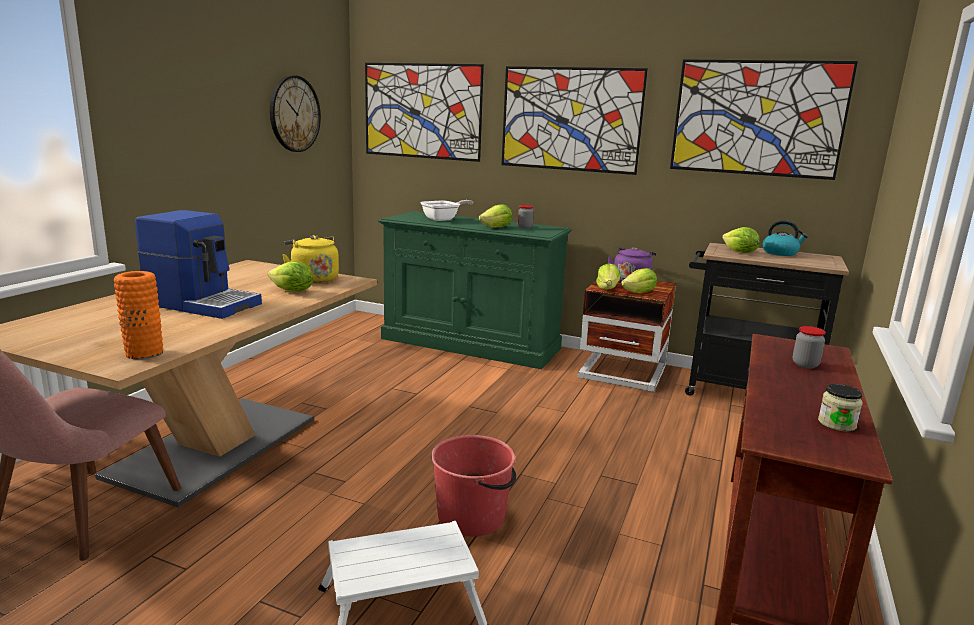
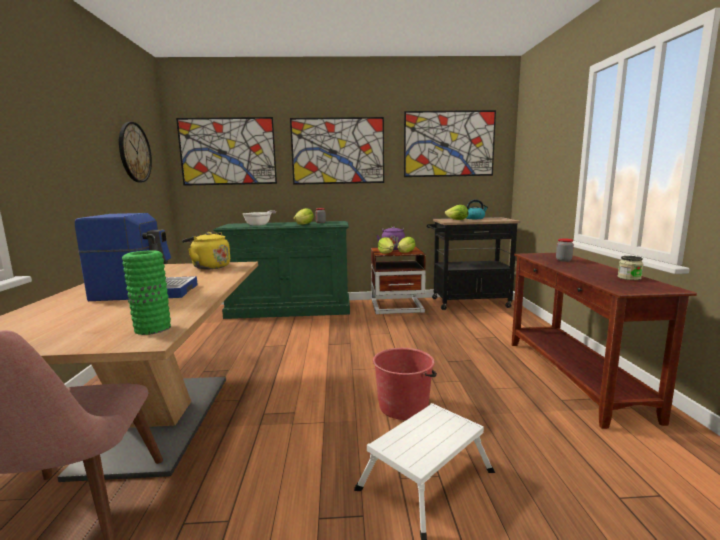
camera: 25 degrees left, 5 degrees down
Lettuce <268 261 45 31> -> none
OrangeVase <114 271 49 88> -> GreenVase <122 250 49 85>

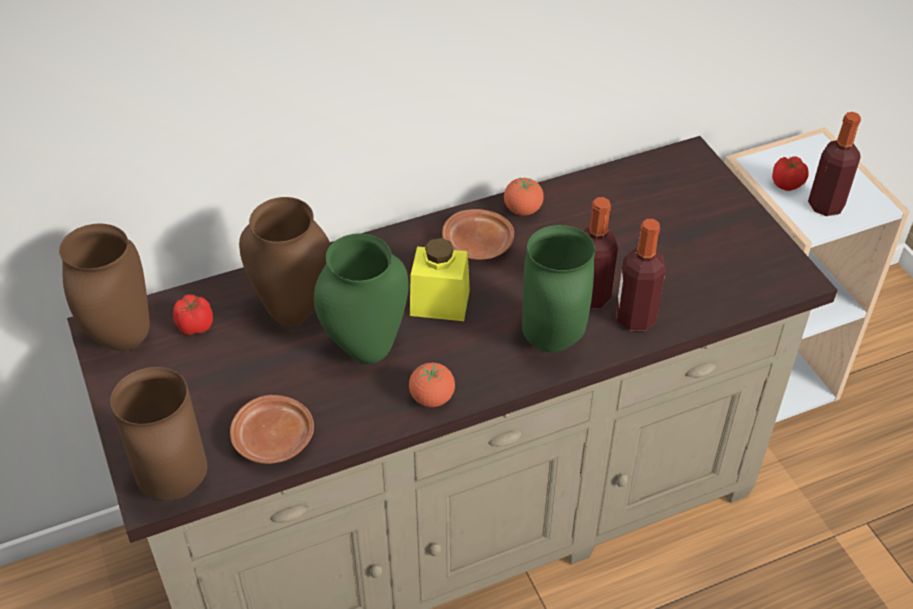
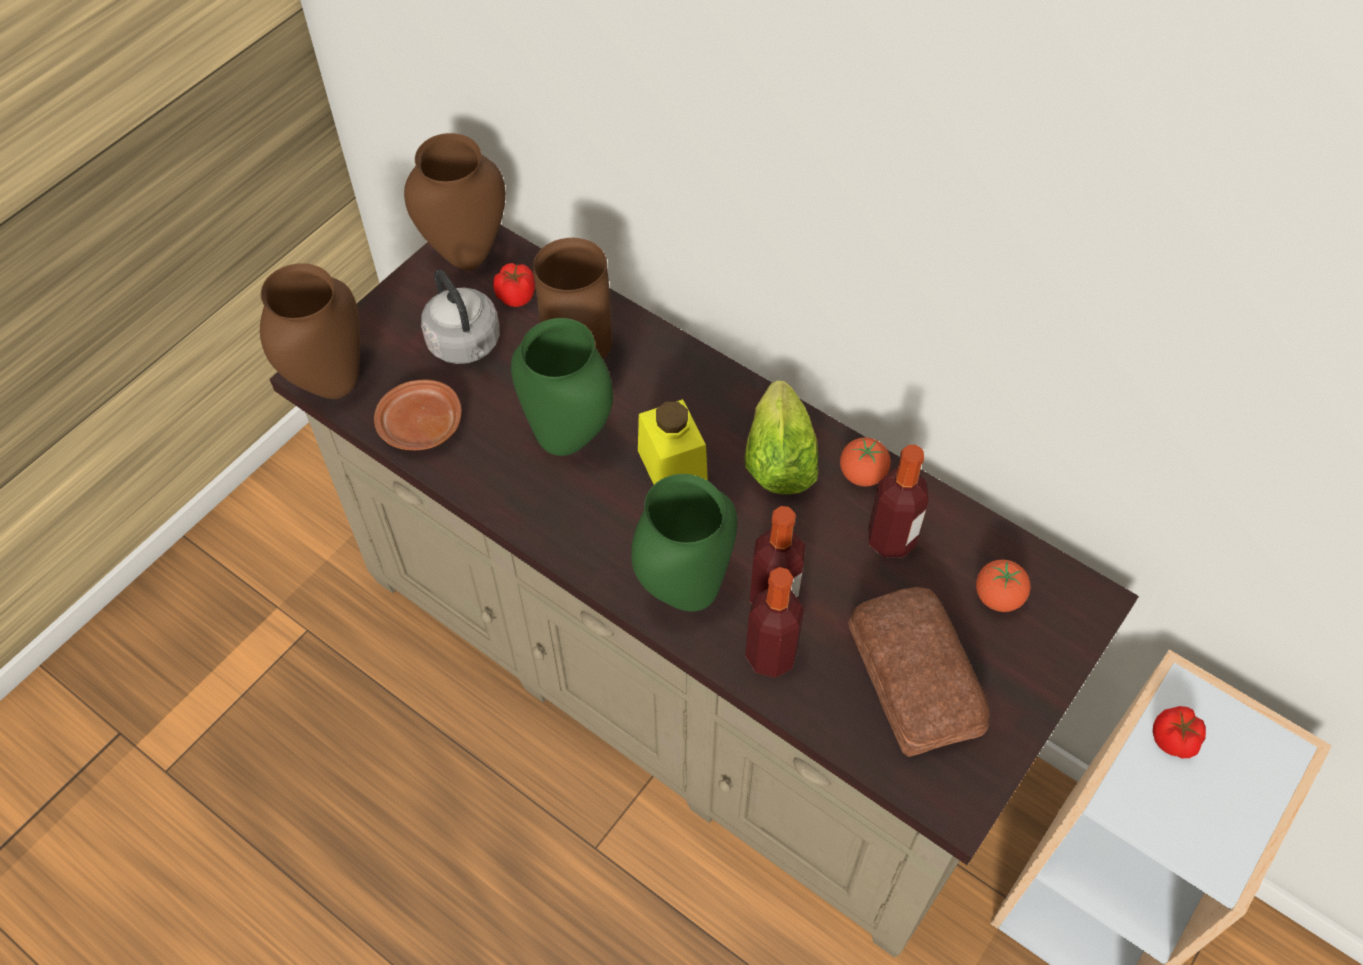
camera: 60 degrees right, 10 degrees up
none -> GreyKettle <421 269 79 95>
none -> Bread <848 587 141 170>
Tomato <409 363 46 44> -> Tomato <976 560 55 52>, moved
Bottle <808 112 53 104> -> Bottle <868 445 60 113>, moved
BrownPlate <442 209 72 51> -> Lettuce <745 380 73 114>

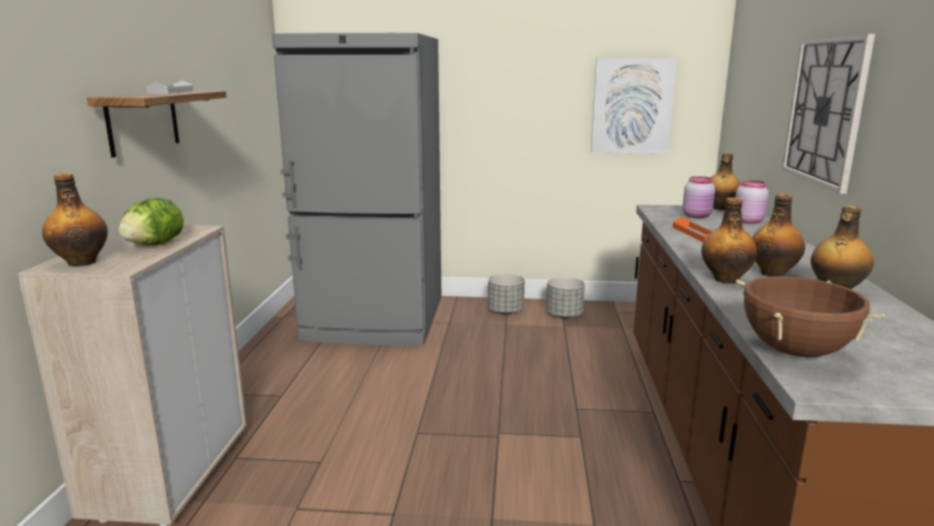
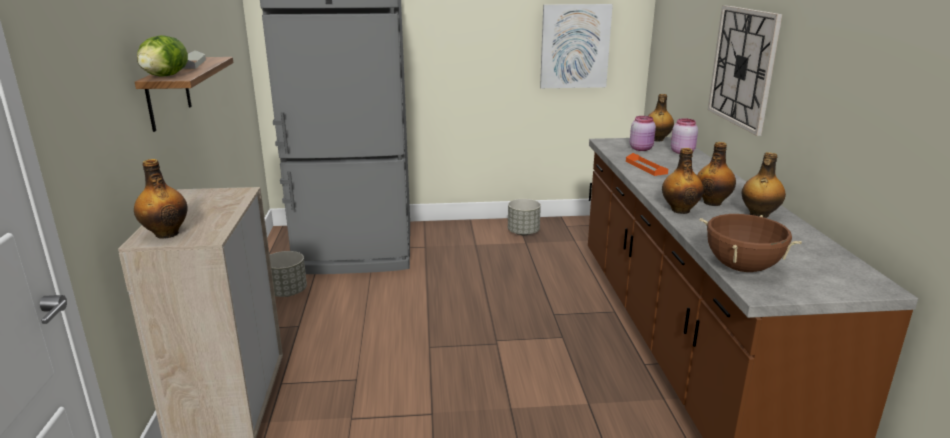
camera: 10 degrees left, 5 degrees up
Lettuce <119 198 64 48> -> Lettuce <137 35 51 41>, moved
GreyPlanter <488 273 37 41> -> GreyPlanter <270 251 37 46>, moved

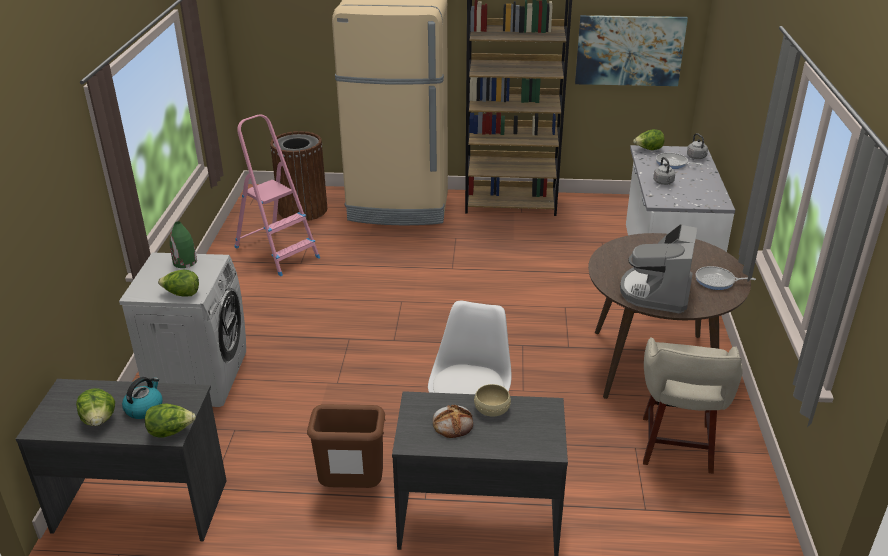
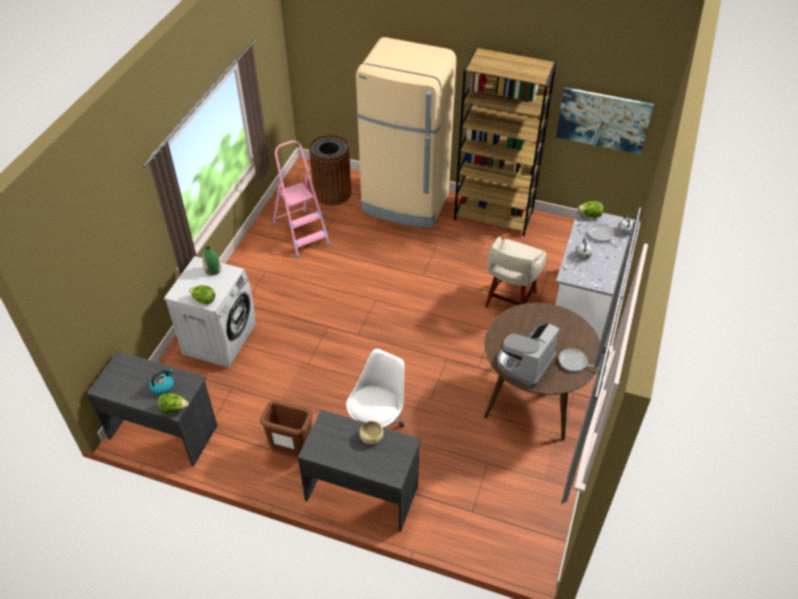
camera: 15 degrees right, 15 degrees up
Lettuce <76 388 39 38> -> none
Bread <433 405 40 33> -> none
BeigeStool <643 337 99 137> -> BeigeStool <485 236 61 72>, moved

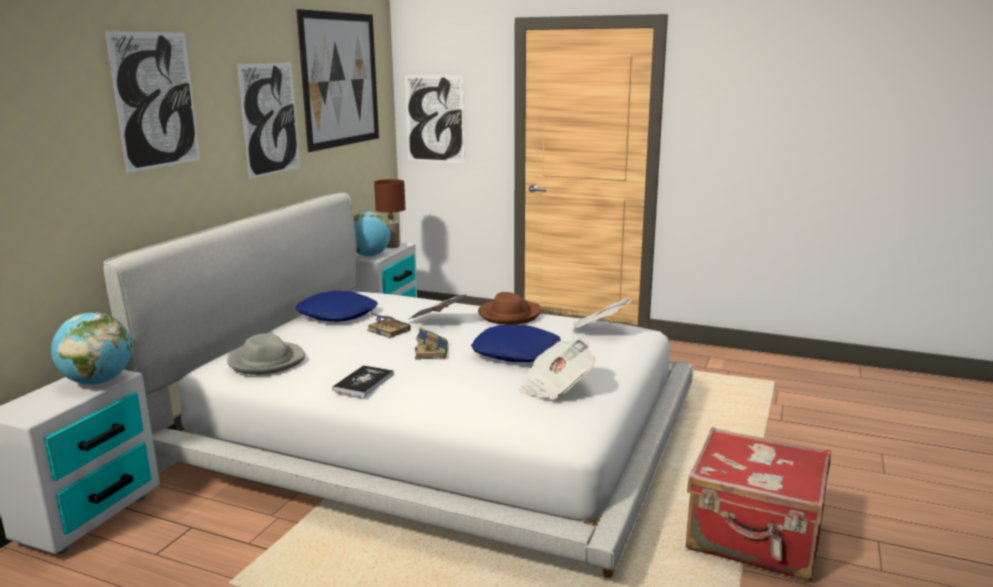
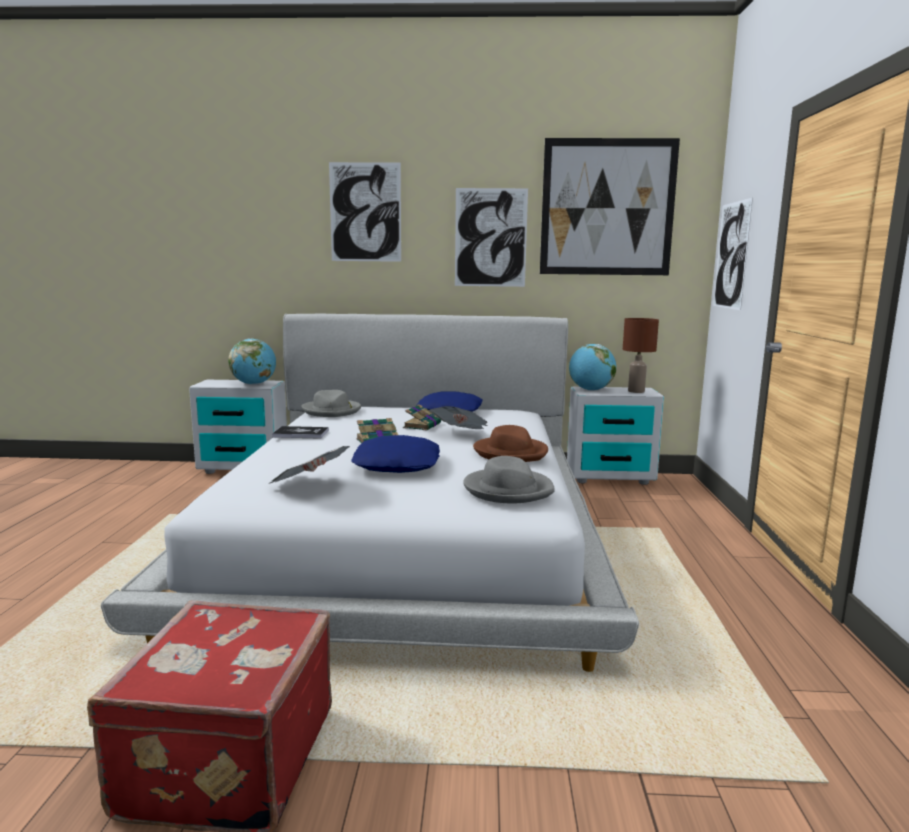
camera: 70 degrees right, 5 degrees down
Newspaper <573 298 59 32> -> GreyHat <463 456 92 47>

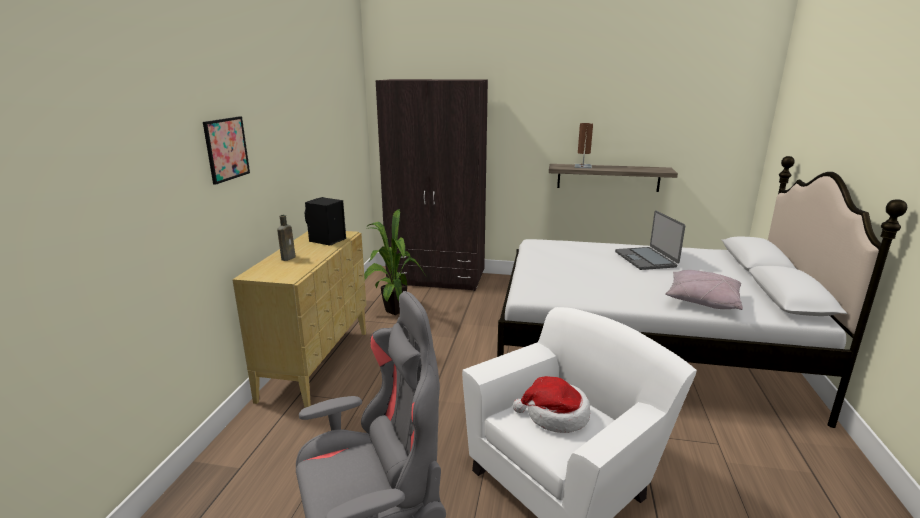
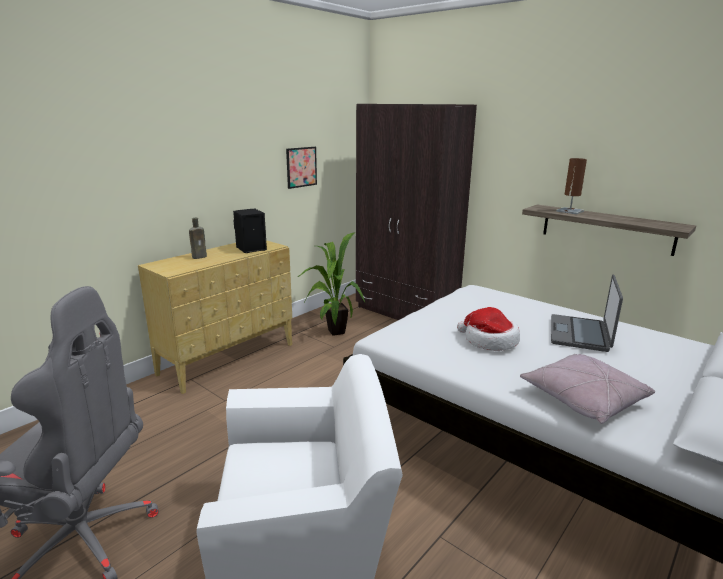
camera: 30 degrees right, 0 degrees up
Picture <203 116 47 69> -> Picture <286 147 31 42>, moved
Hat <513 376 77 57> -> Hat <457 307 63 44>, moved

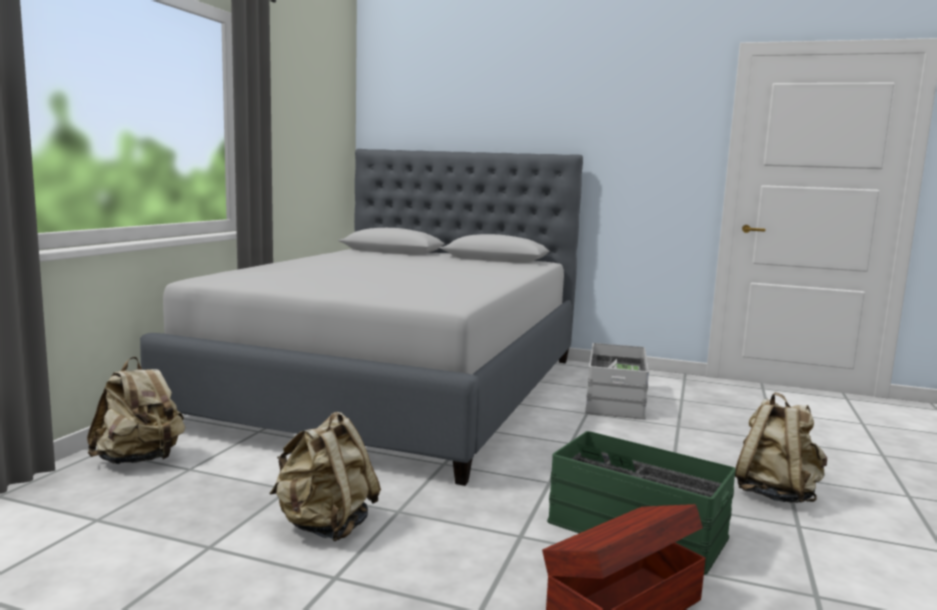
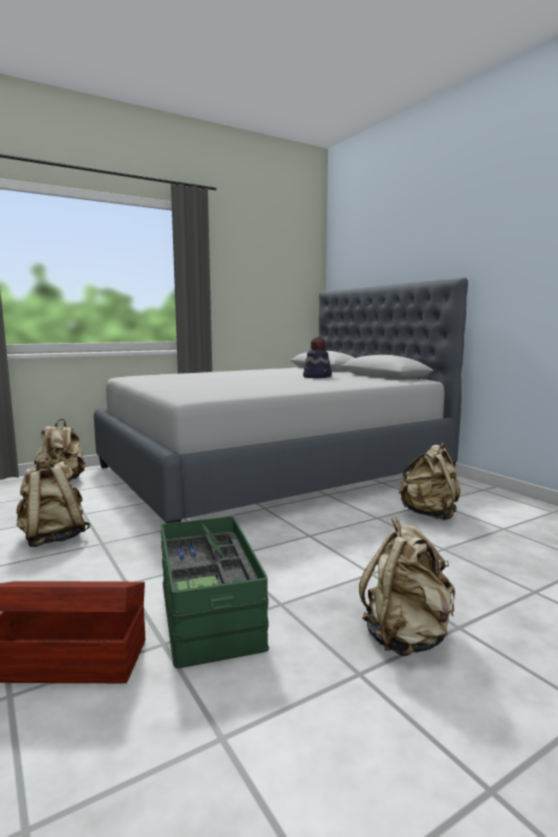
camera: 40 degrees right, 0 degrees up
none -> Hat <303 337 29 41>
GreyStorageBox <585 343 64 77> -> BeigeBackpack <399 443 62 78>

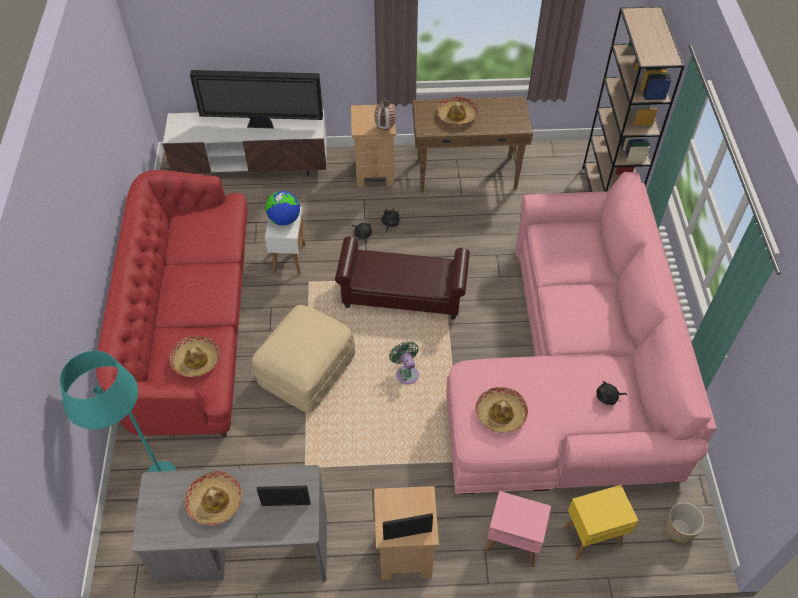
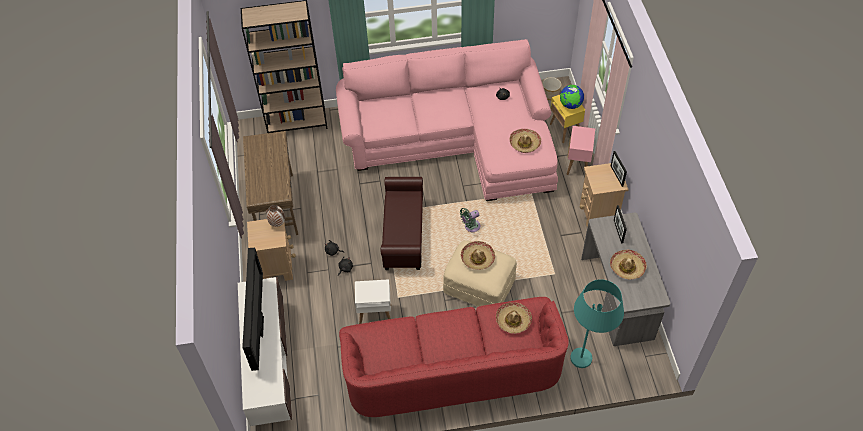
camera: 95 degrees left, 0 degrees up
Globe <265 191 35 35> -> Globe <560 85 24 24>, moved
Hat <437 97 41 28> -> Hat <461 241 34 29>, moved

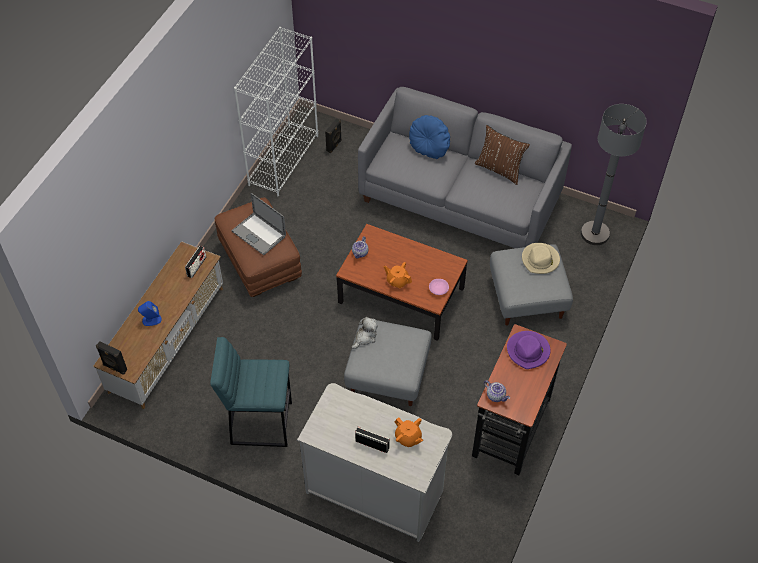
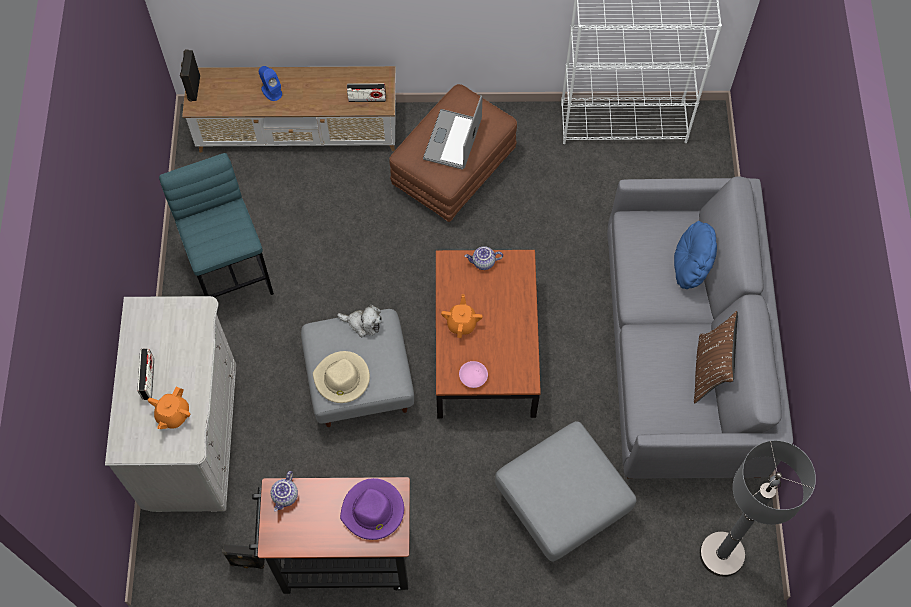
camera: 65 degrees right, 10 degrees up
BlackSpeaker <325 118 17 35> -> BlackSpeaker <222 544 43 25>, moved
BeigeHat <522 243 38 31> -> BeigeHat <313 351 57 52>, moved

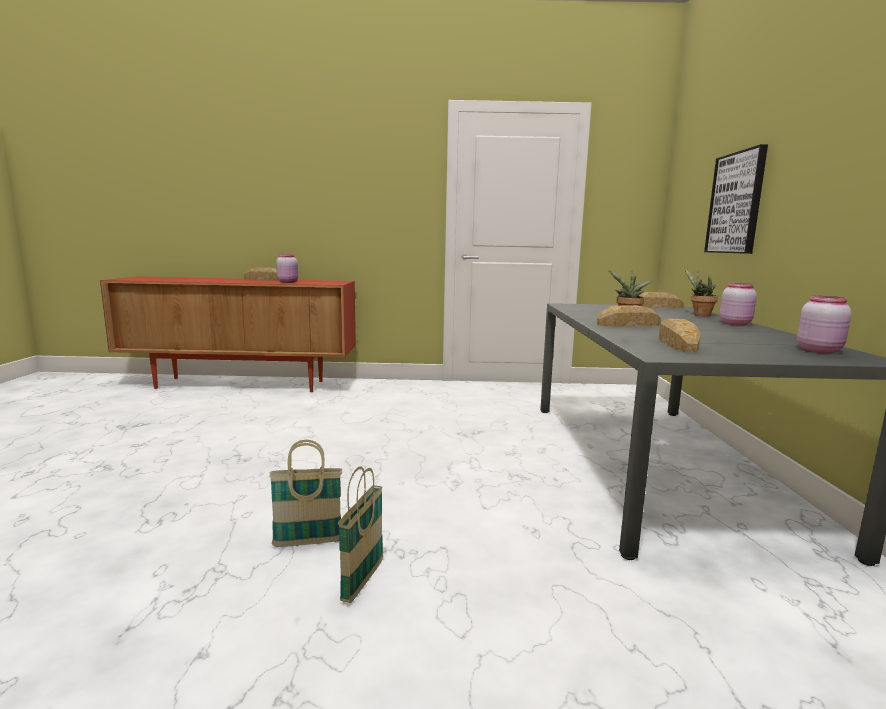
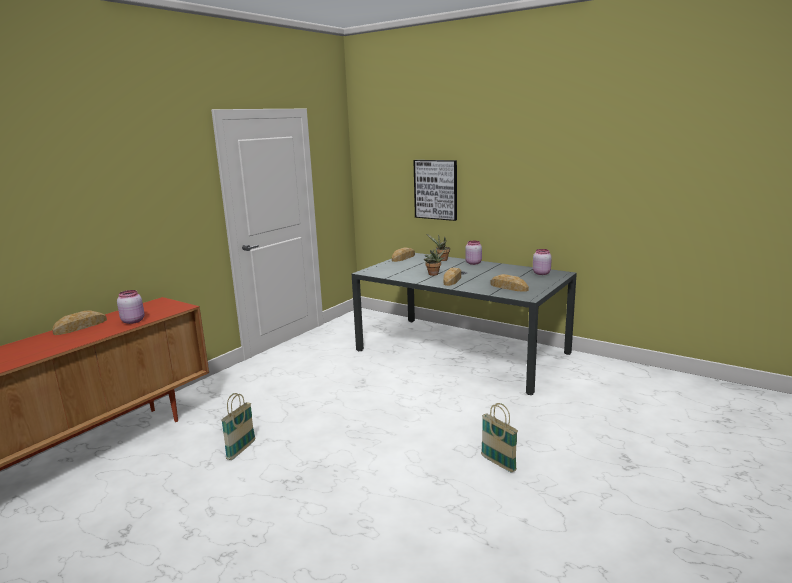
camera: 55 degrees left, 5 degrees up
Basket <269 440 73 107> -> Basket <221 393 34 67>, moved

